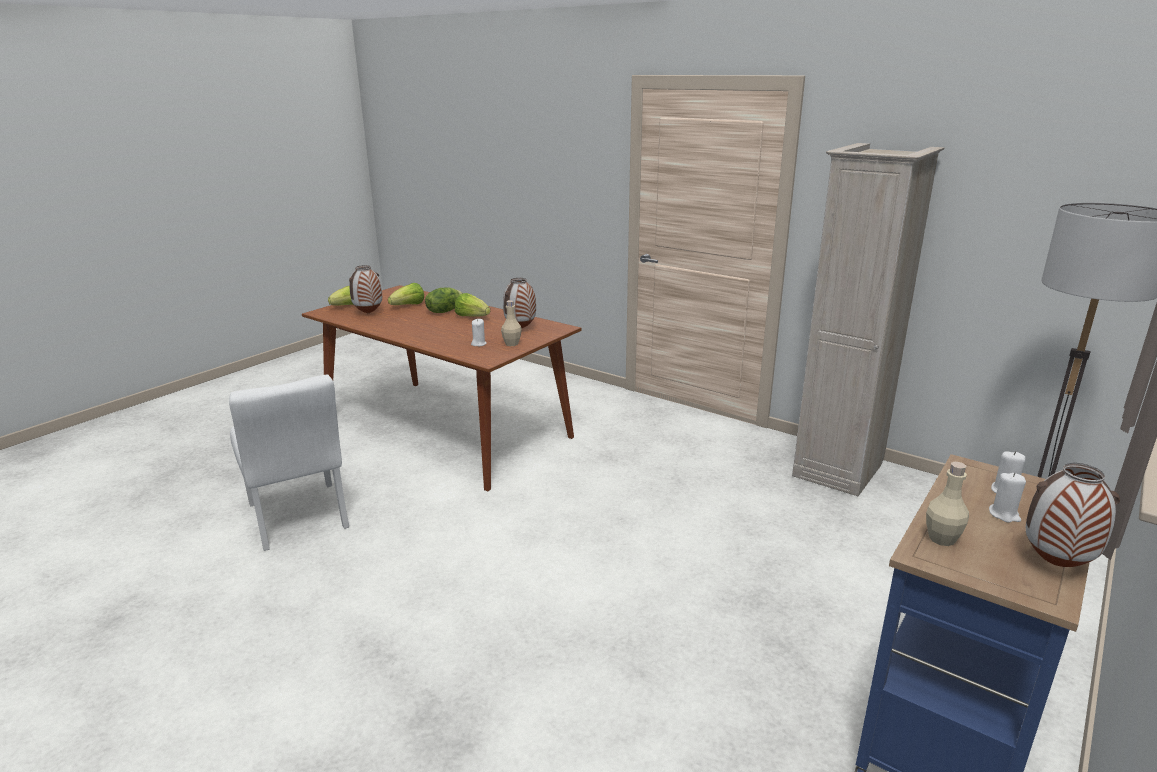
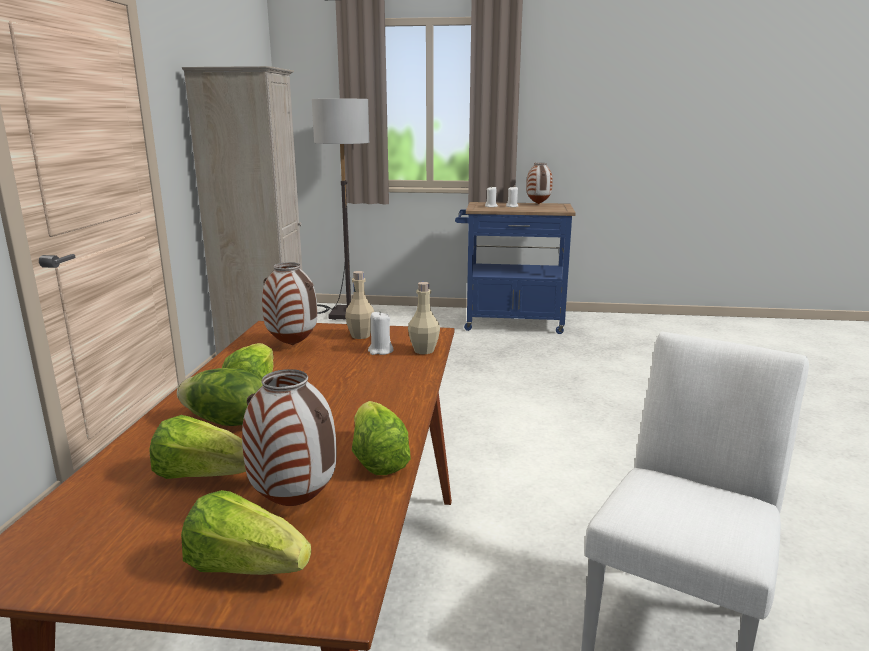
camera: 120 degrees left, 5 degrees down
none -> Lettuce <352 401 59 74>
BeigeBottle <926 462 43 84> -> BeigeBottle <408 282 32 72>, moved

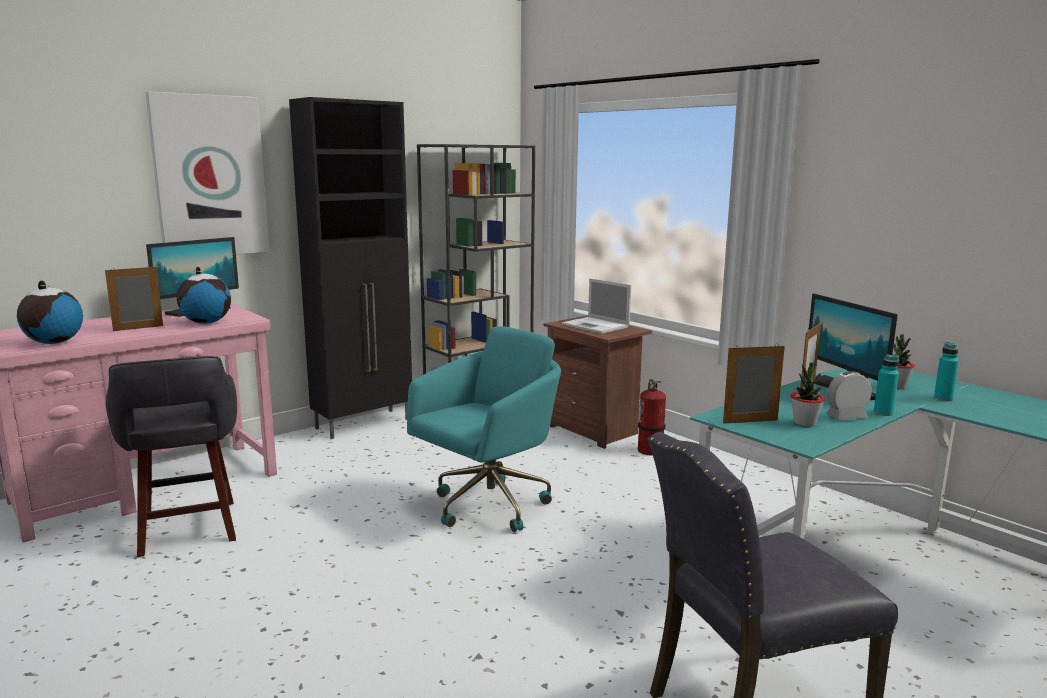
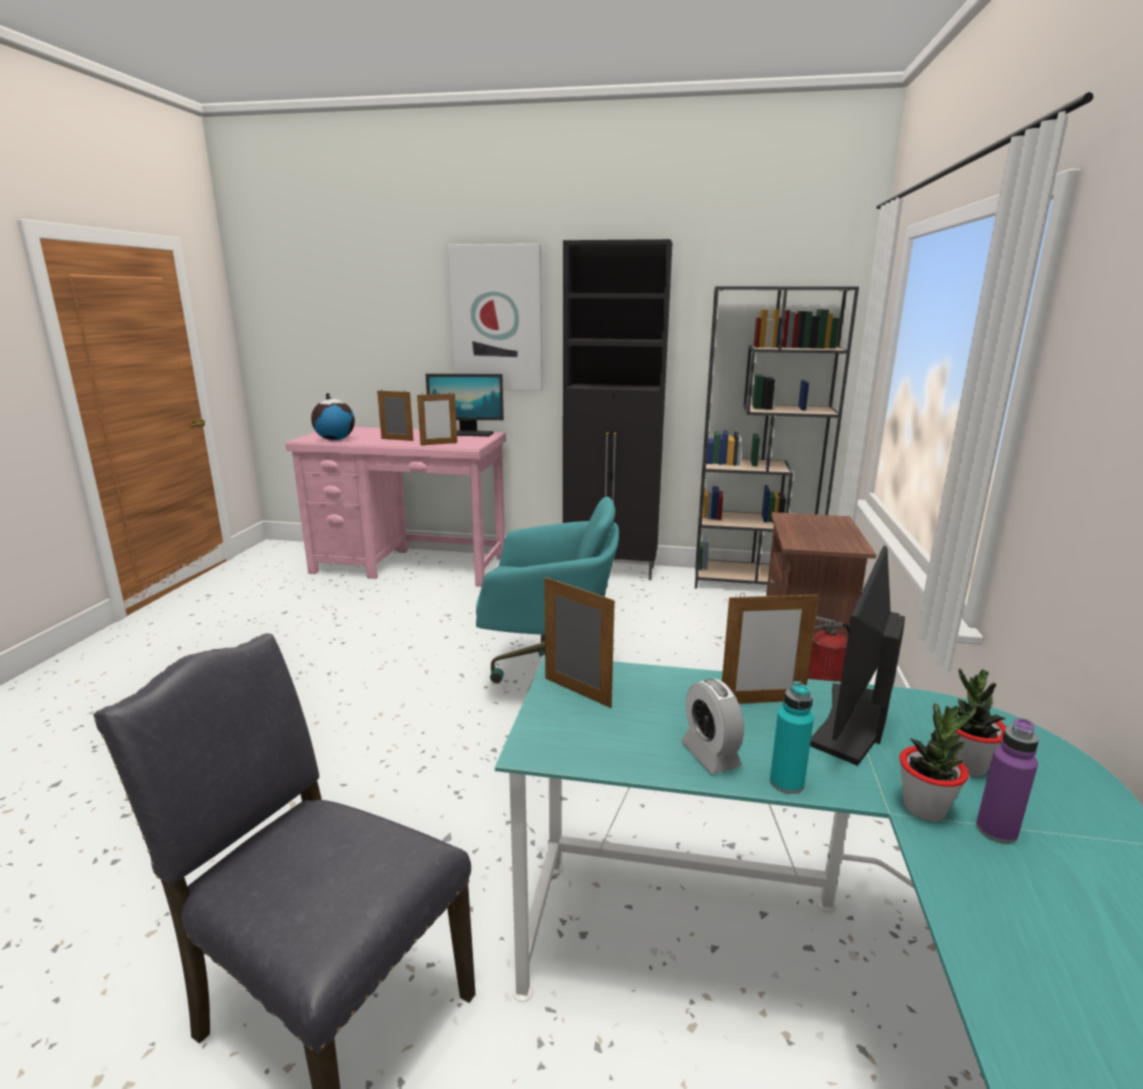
camera: 50 degrees right, 5 degrees up
GreyStool <106 356 131 201> -> none
Laptop <562 278 69 56> -> none
PottedPlant <790 360 35 66> -> PottedPlant <899 703 77 118>, moved
Globe <177 267 54 57> -> PictureFrame <417 393 40 52>
TurquoiseBottle <934 342 25 59> -> PurpleBottle <976 718 63 126>
AlarmClock <826 371 46 49> -> AlarmClock <681 679 63 95>, 150 degrees counterclockwise

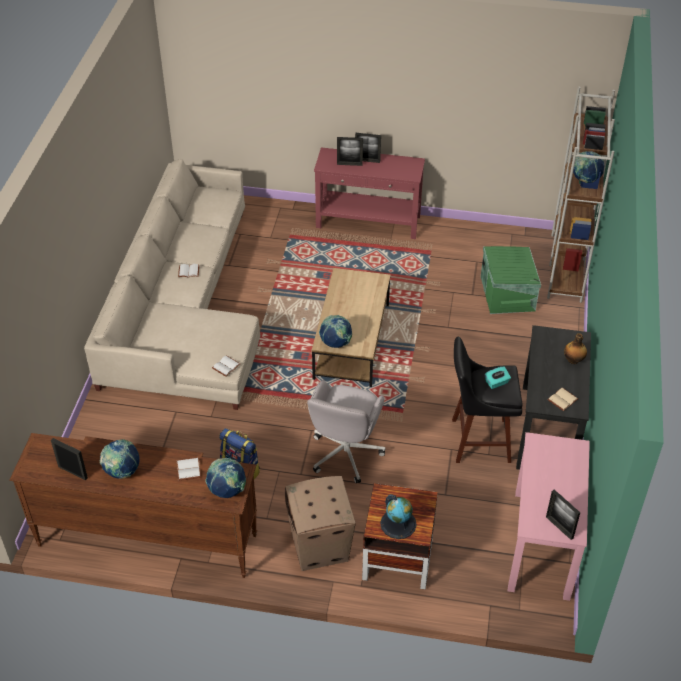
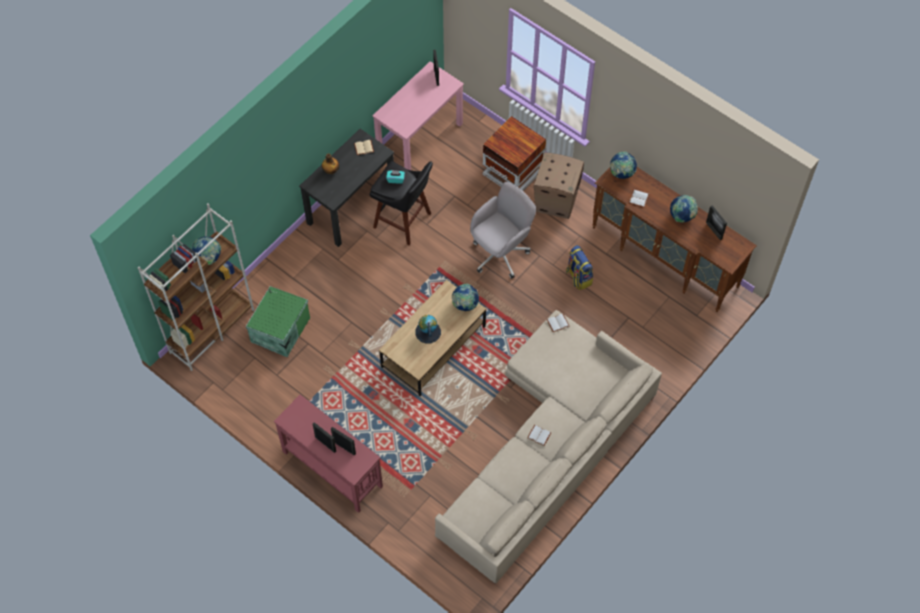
camera: 150 degrees left, 15 degrees up
Globe <380 494 37 45> -> Globe <415 315 26 29>, moved

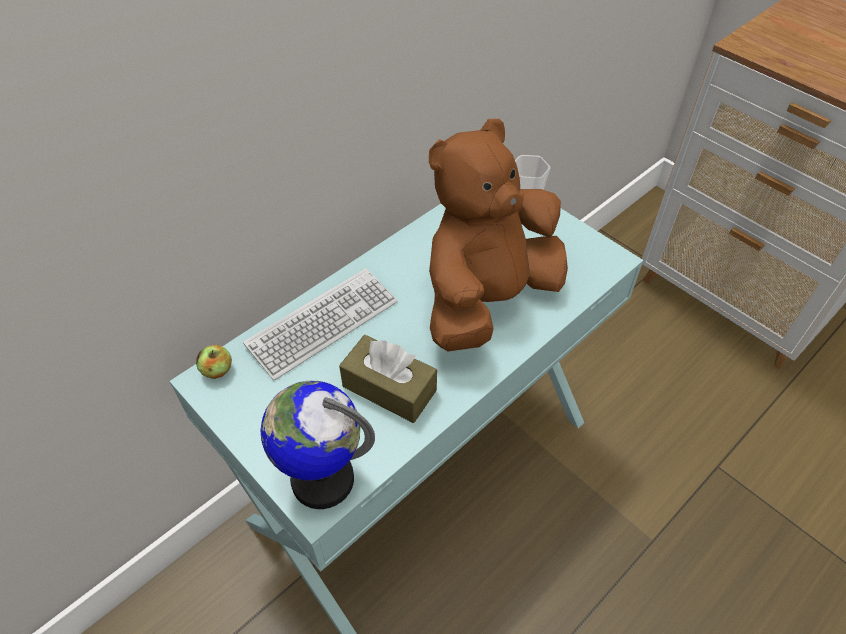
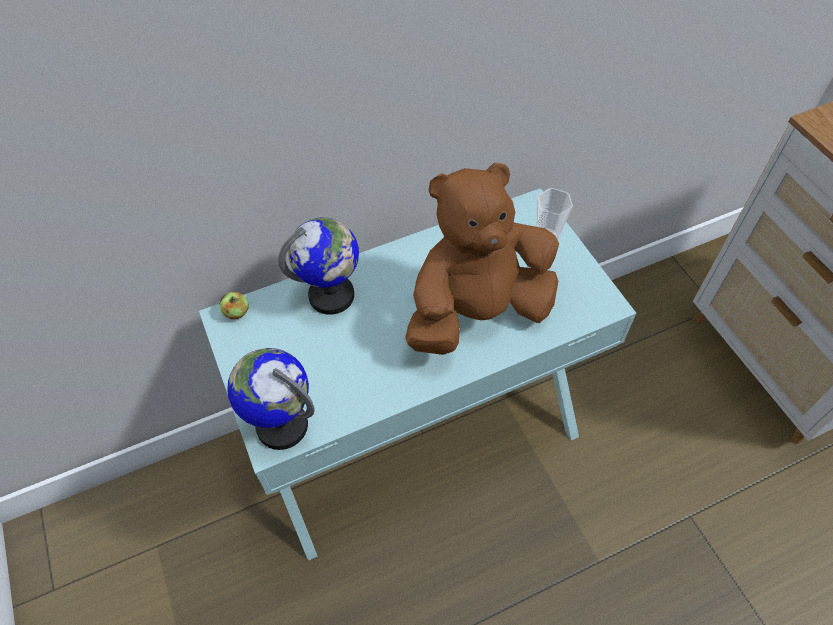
camera: 20 degrees right, 5 degrees up
BrownTissueBox <339 335 98 88> -> none
Keyboard <243 268 154 112> -> Globe <278 217 81 98>

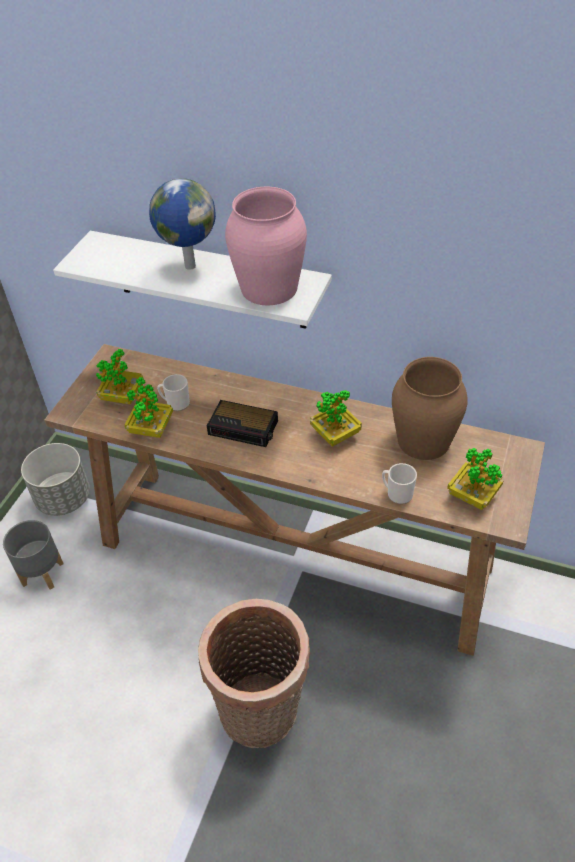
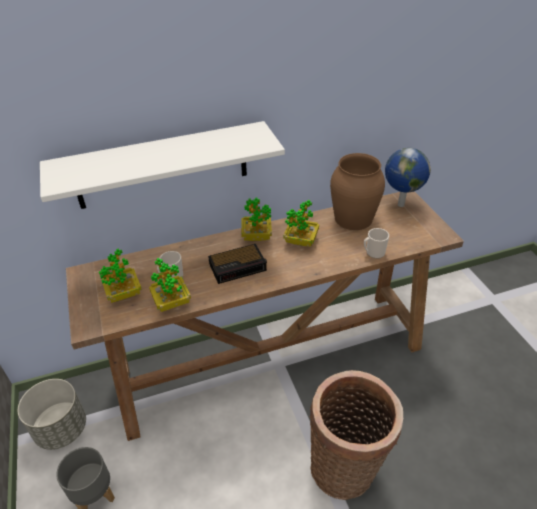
camera: 40 degrees left, 5 degrees down
PinkVase <225 187 82 118> -> none
Globe <149 178 67 92> -> Globe <385 148 46 59>, moved
PottedPlant <447 448 57 62> -> PottedPlant <241 197 31 44>, moved

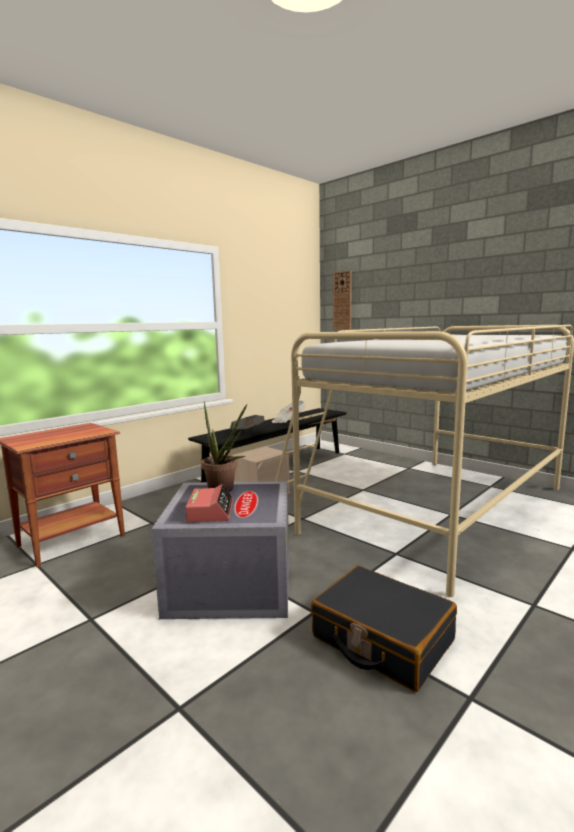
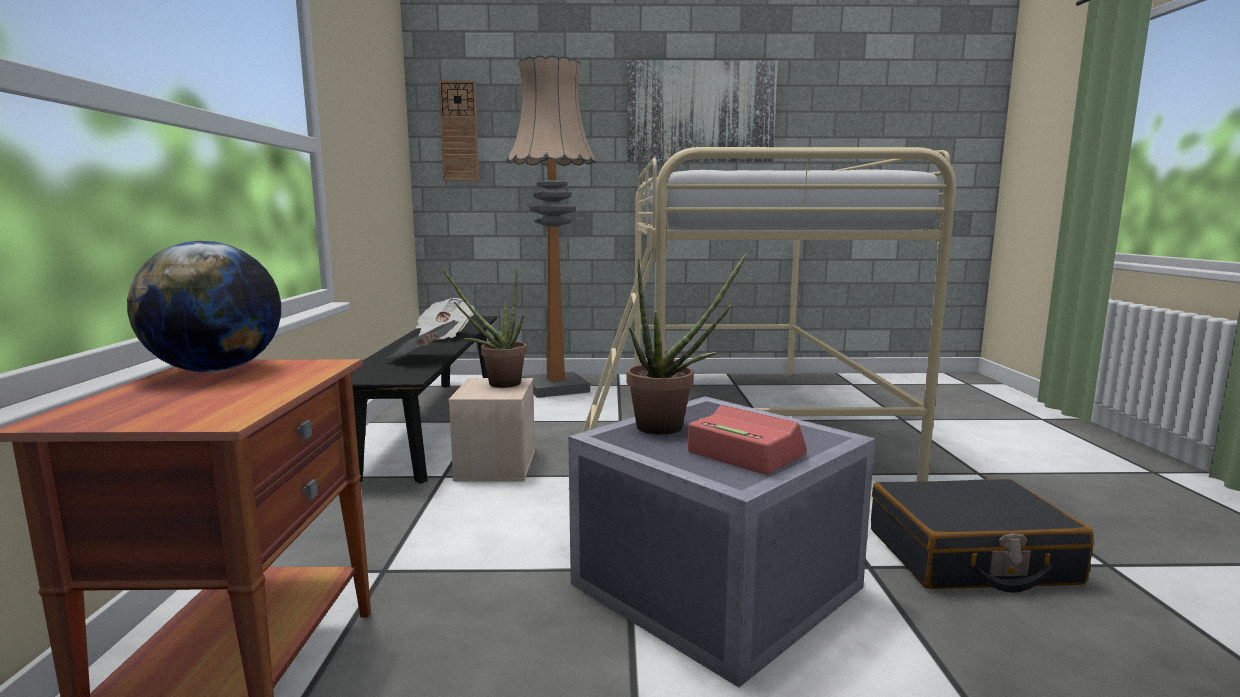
camera: 45 degrees left, 0 degrees up
none -> Globe <127 241 154 131>
none -> PottedPlant <442 268 85 120>
none -> FloorLamp <506 55 90 343>
none -> Picture <627 60 151 102>

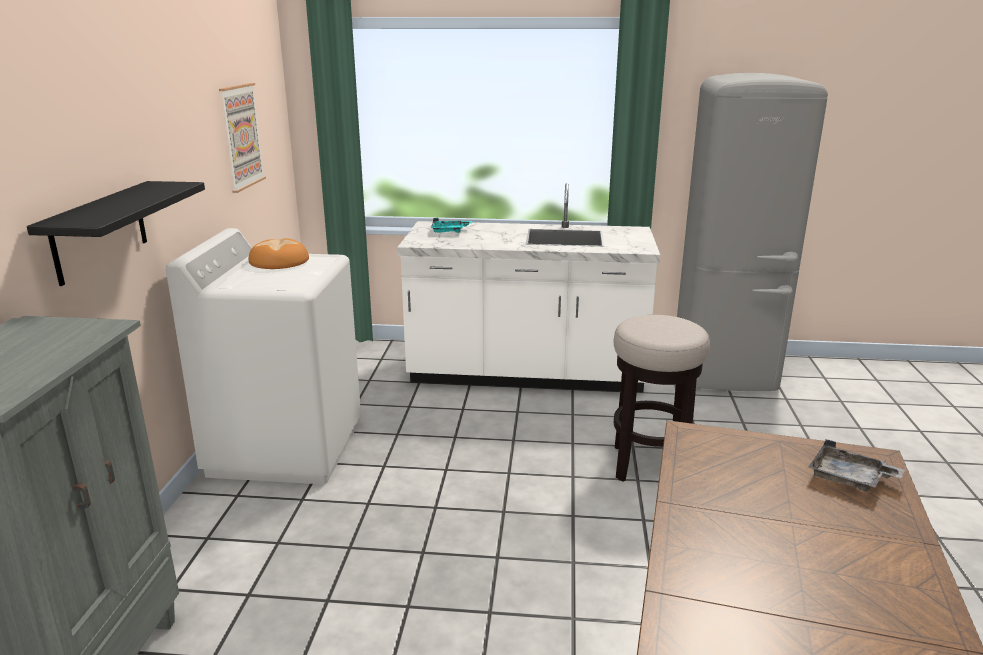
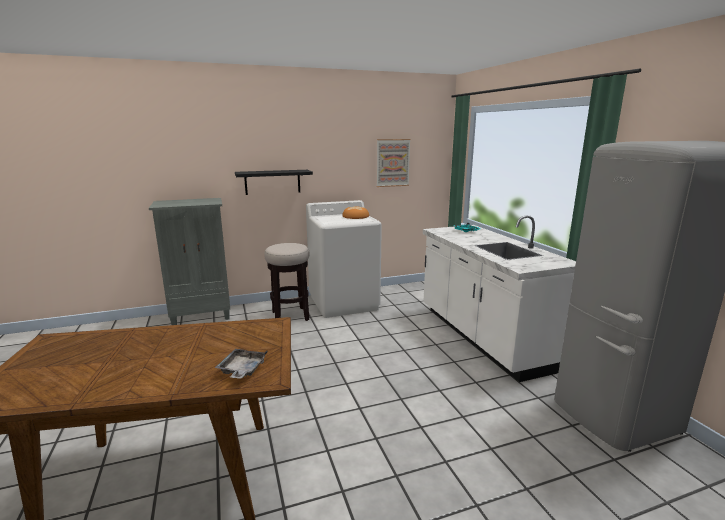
camera: 65 degrees right, 5 degrees down
Stool <614 315 96 167> -> Stool <264 243 46 78>, moved

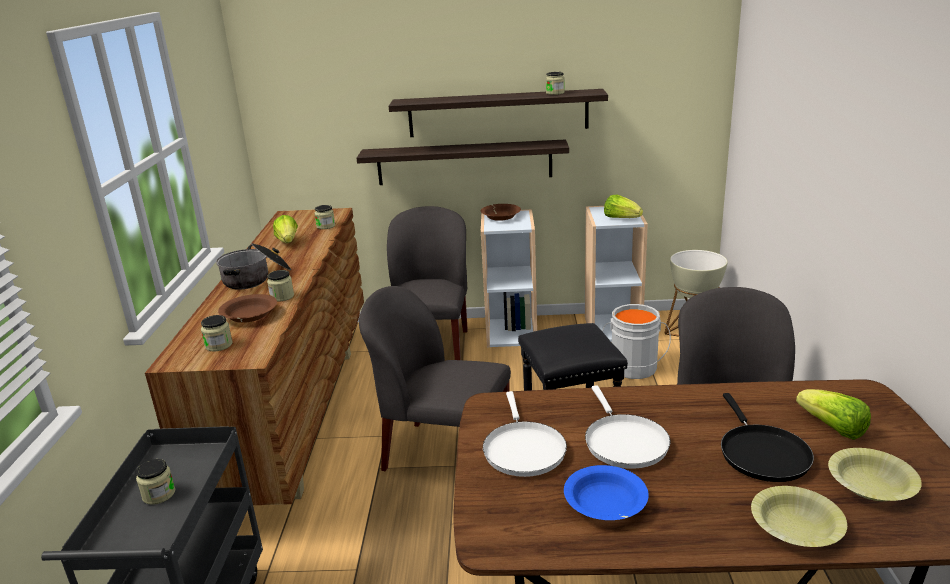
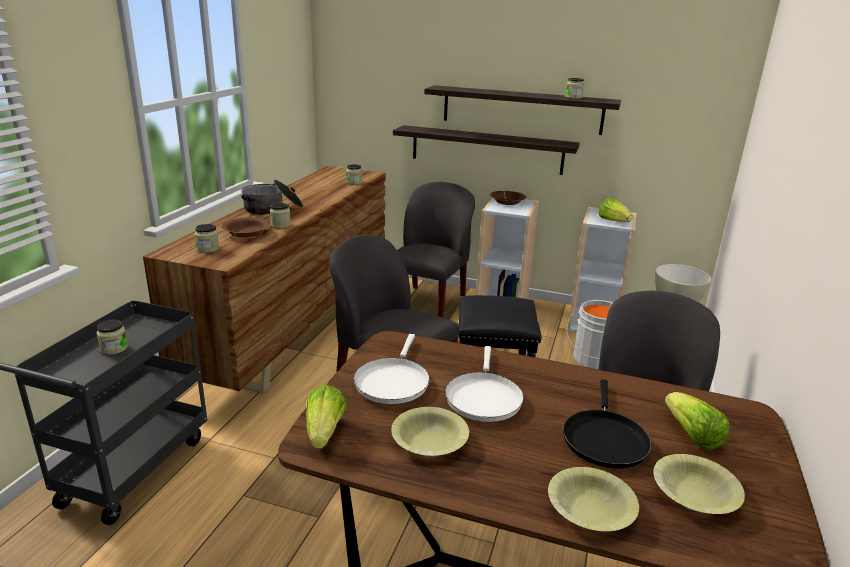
camera: 15 degrees right, 0 degrees up
Lettuce <273 215 25 28> -> Lettuce <306 385 41 63>, moved
BlueBowl <564 465 85 55> -> YellowBowl <391 407 78 49>

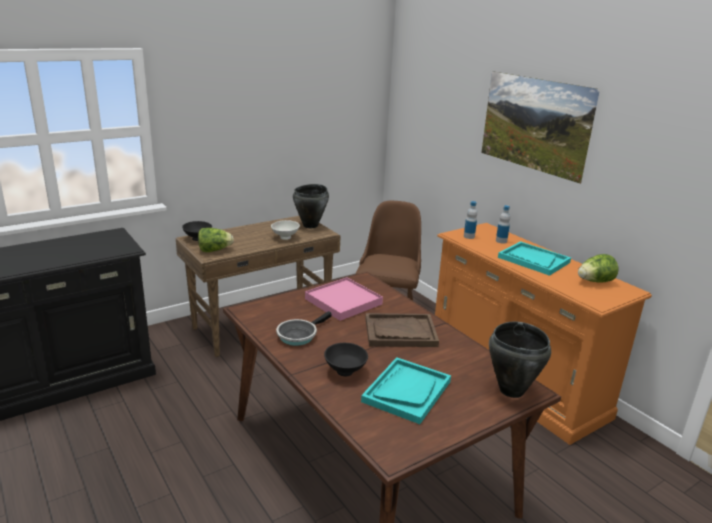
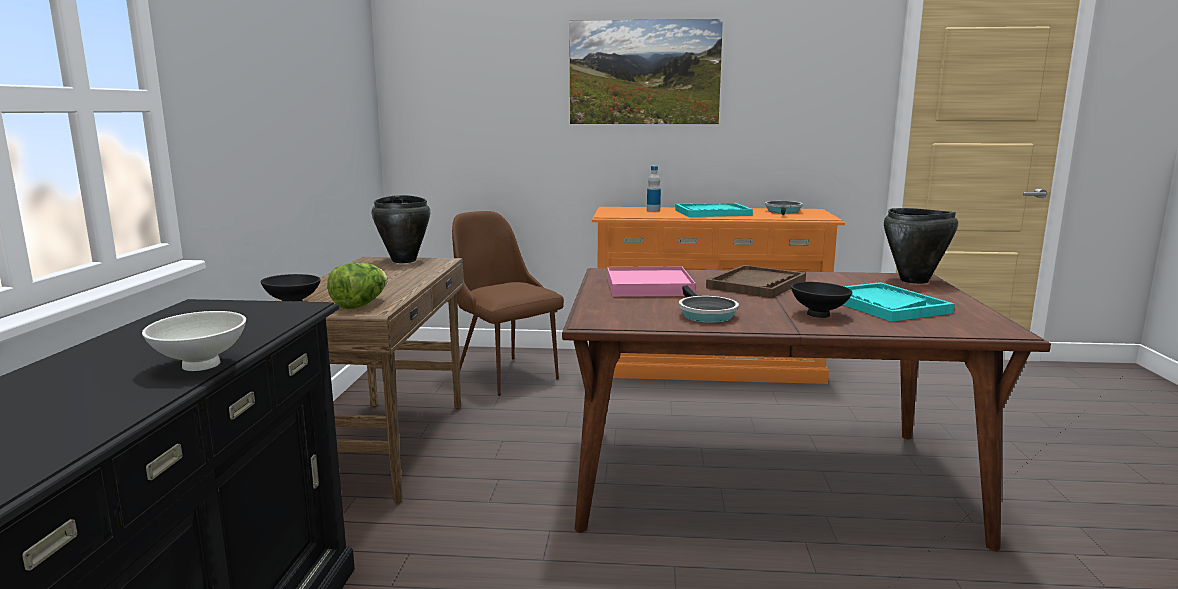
camera: 50 degrees left, 10 degrees down
Bottle <464 201 13 38> -> none
WhiteBowl <271 220 29 20> -> WhiteBowl <142 311 104 60>, moved
Lettuce <578 254 41 29> -> FryingPan <765 201 38 14>

